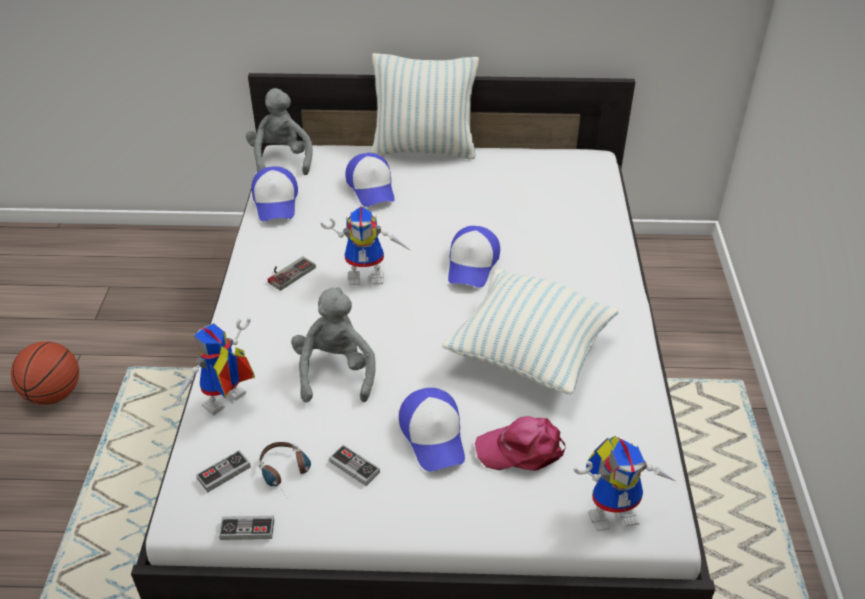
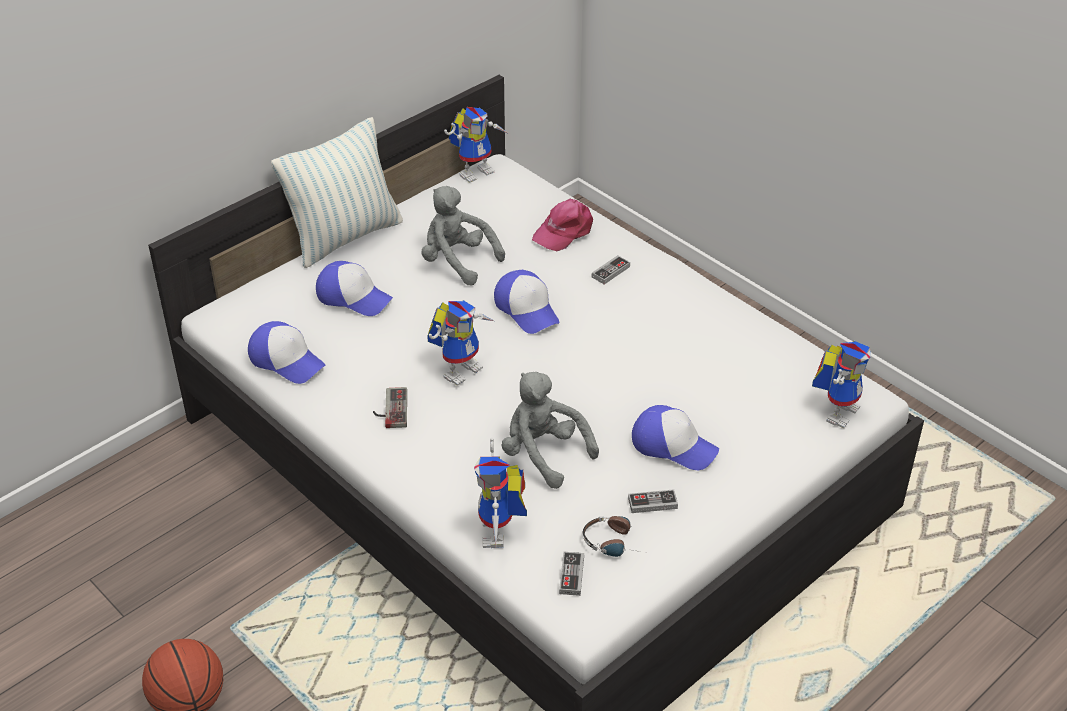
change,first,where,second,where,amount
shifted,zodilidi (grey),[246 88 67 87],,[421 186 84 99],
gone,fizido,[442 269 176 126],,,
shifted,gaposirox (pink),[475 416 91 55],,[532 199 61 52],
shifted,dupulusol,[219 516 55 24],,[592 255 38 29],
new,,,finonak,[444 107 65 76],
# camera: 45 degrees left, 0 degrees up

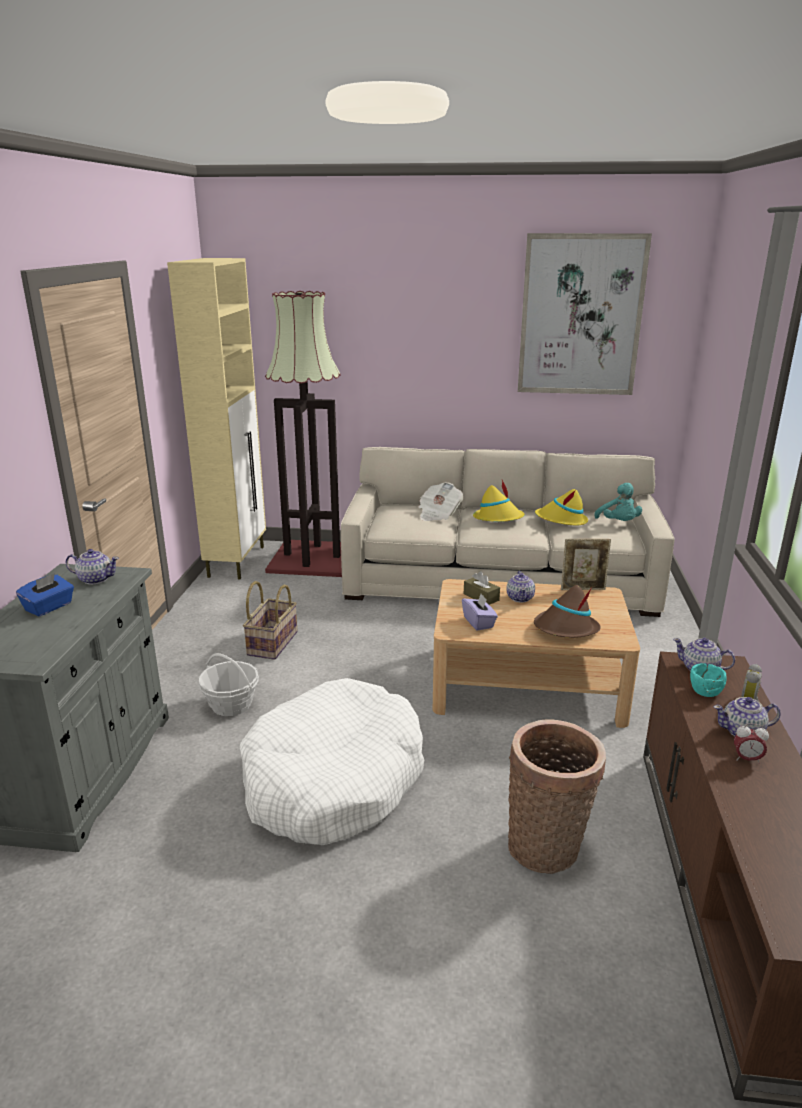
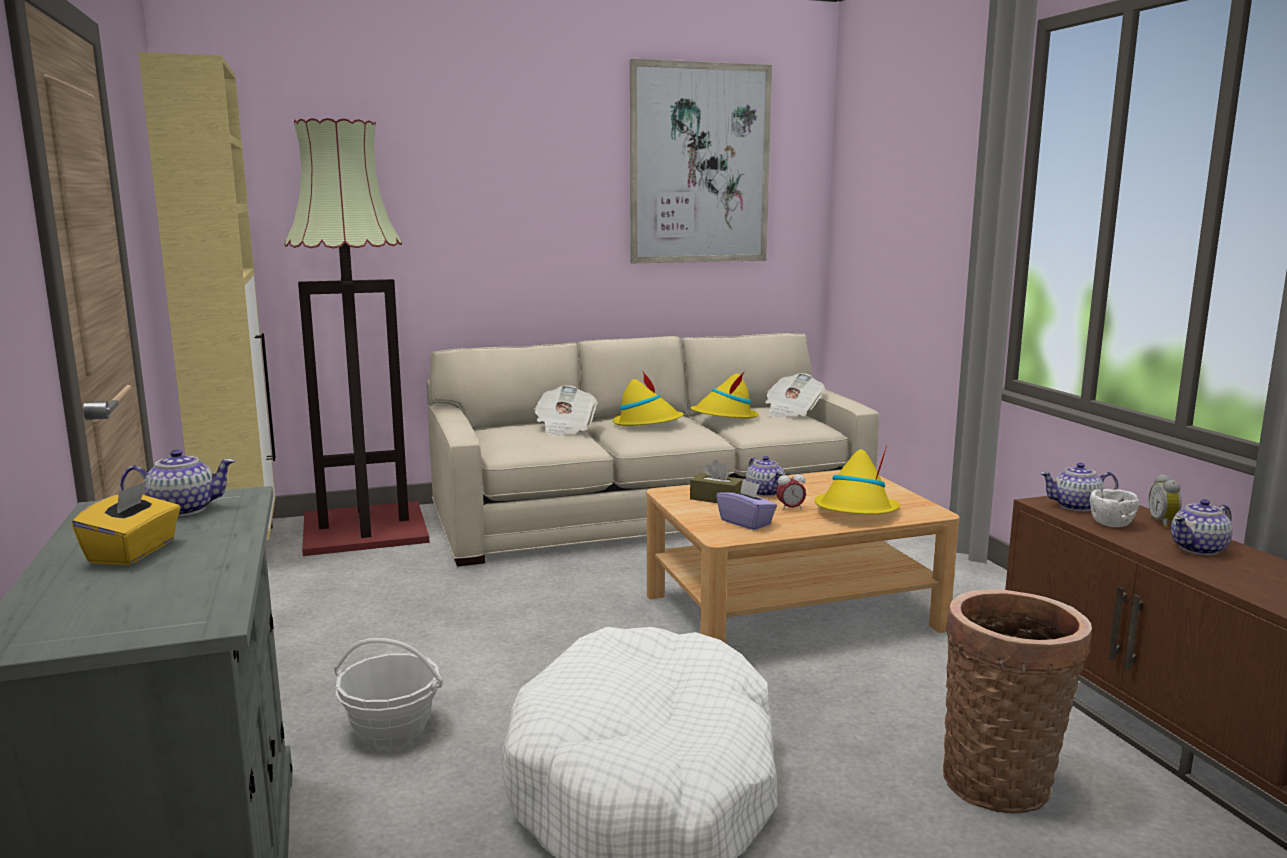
change,first,where,second,where,amount
swapped,zodilidi (turquoise),[594 483 48 38],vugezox,[765 373 60 45],
gone,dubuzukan,[561 539 50 51],,,
repainted,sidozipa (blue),[16 573 58 43],sidozipa (yellow),[72 481 108 84],
gone,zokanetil,[243 581 54 79],,,
repainted,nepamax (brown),[534 585 67 53],nepamax (yellow),[815 445 85 69],
repainted,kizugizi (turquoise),[690 663 37 34],kizugizi (white),[1090 489 49 38],
shifted,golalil,[734 723 35 41],,[776 470 30 41],
# camera: 25 degrees left, 10 degrees down

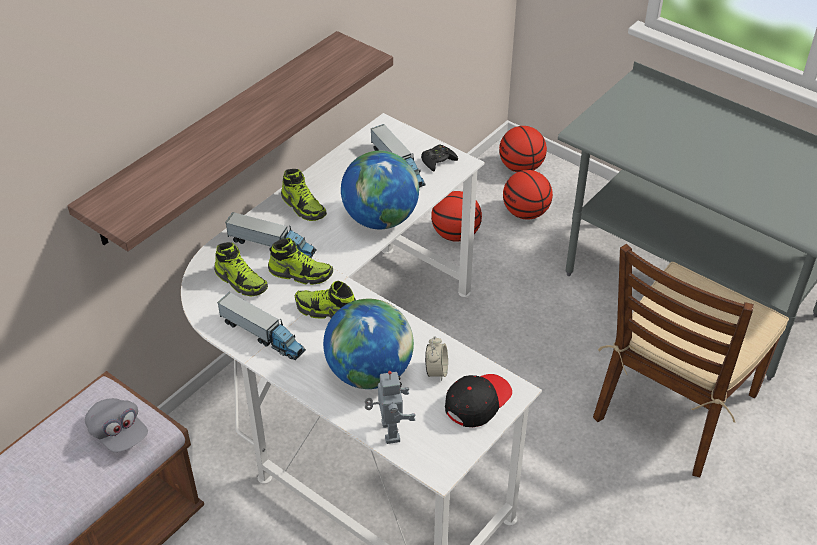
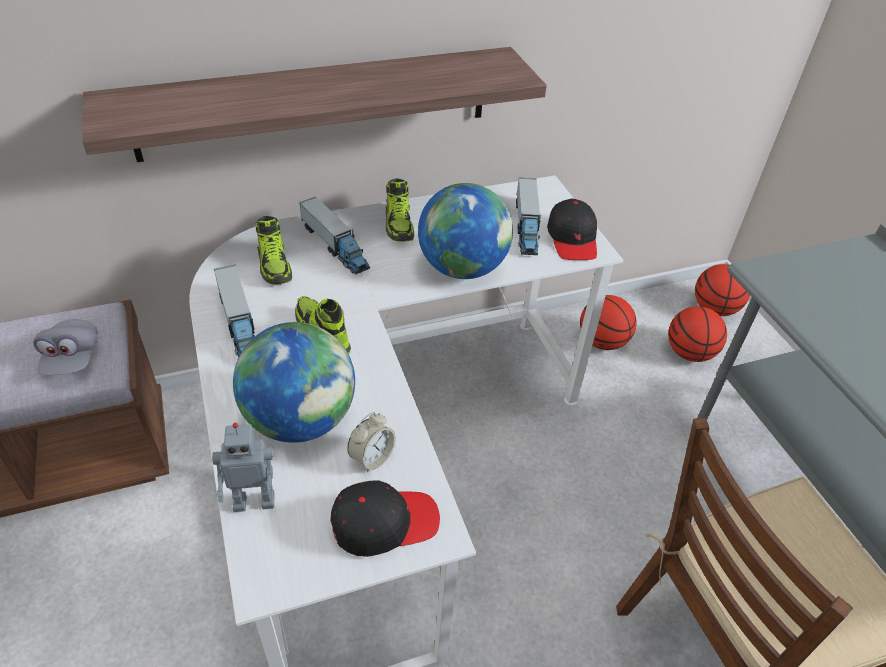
change,first,where,second,where,amount
swapped,dupulusol (black),[421 144 37 28],gaposirox (black),[547 199 50 61],
gone,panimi,[268 238 65 47],,,
rotated,finonak,[364 371 52 73],,[212 423 63 89],60 degrees clockwise
# camera: 30 degrees right, 0 degrees up

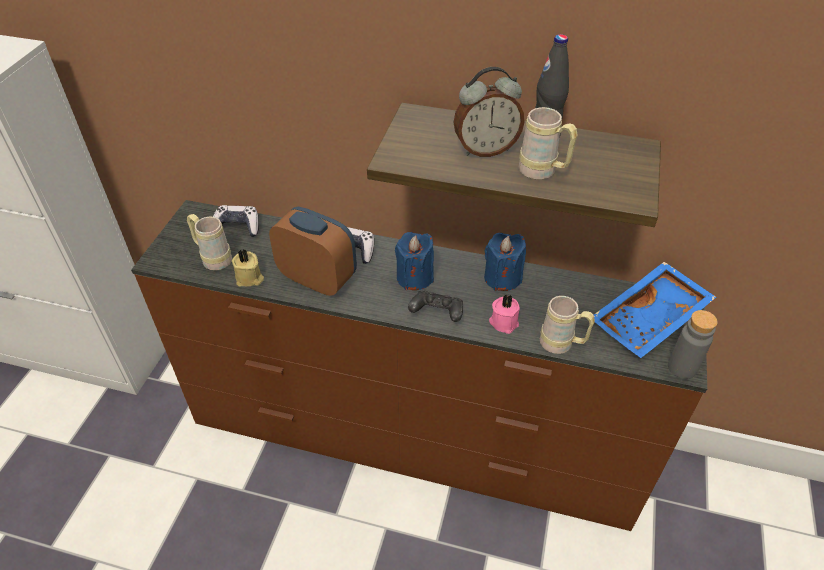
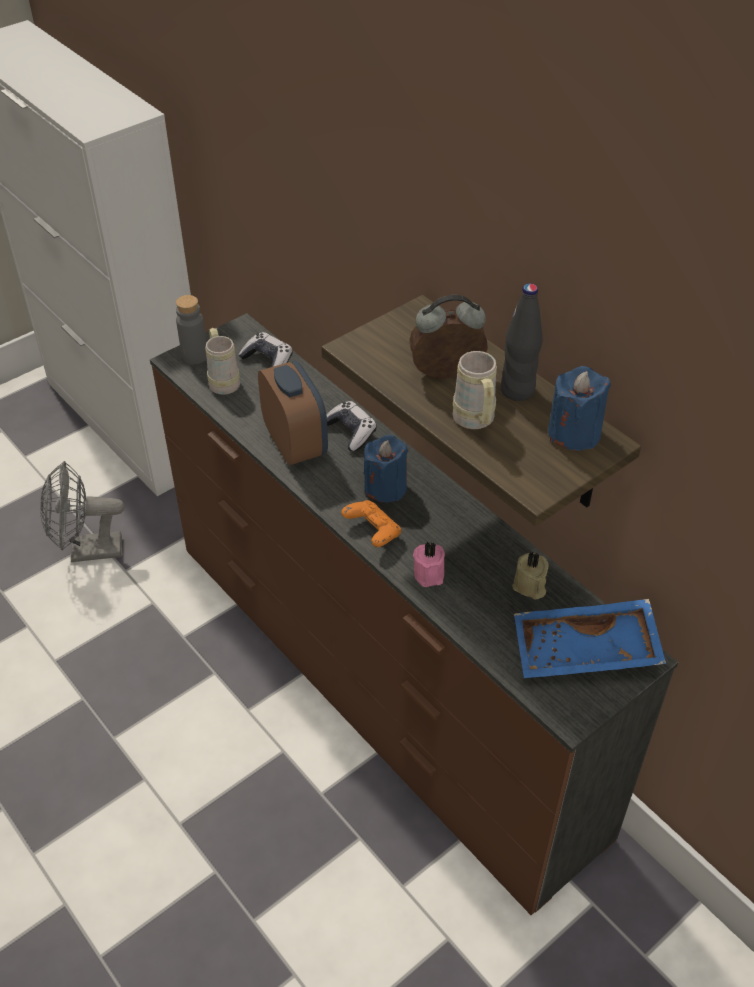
change,first,where,second,where,amount
rotated,golalil,[454 67 71 90],,[409 295 79 83],150 degrees clockwise
shifted,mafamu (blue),[484 233 42 58],,[548 366 63 85],
shifted,mafamu (beige),[232 250 32 37],,[512 551 37 49],
repainted,dupulusol (black),[408 291 55 31],dupulusol (orange),[341 500 60 47],
gone,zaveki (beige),[540 296 55 58],,,
shifted,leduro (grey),[668 310 50 69],,[176 295 31 69],
new,,,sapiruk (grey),[40 461 84 101],
# camera: 35 degrees right, 0 degrees up

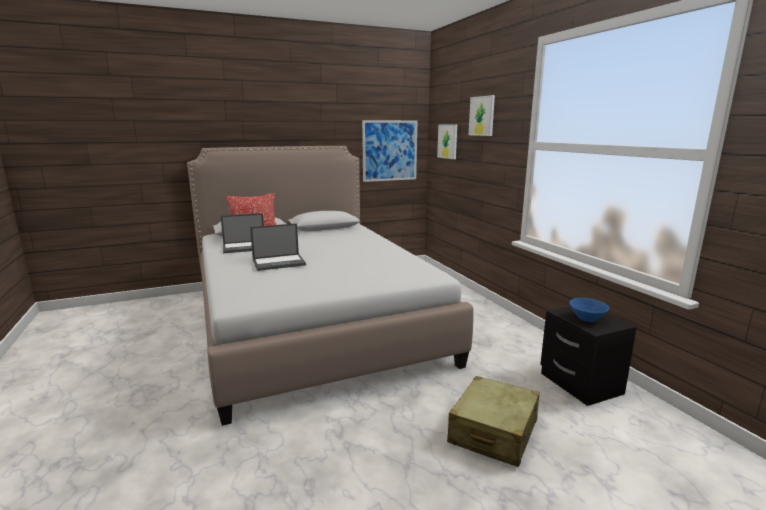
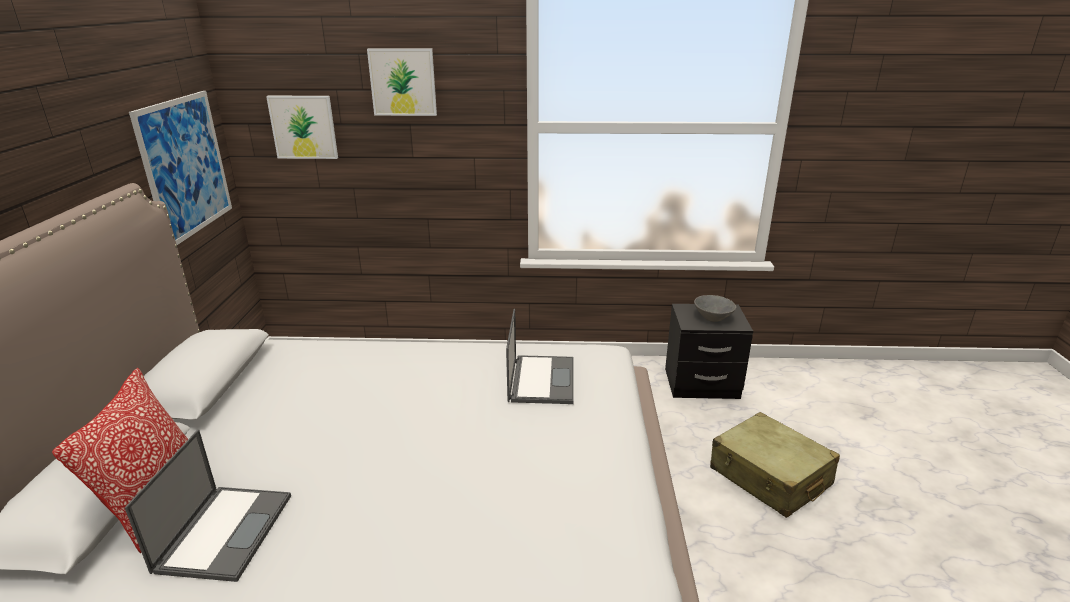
change,first,where,second,where,amount
shifted,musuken,[250 223 56 48],,[506 309 68 95],
repainted,kizugizi (blue),[569 298 40 24],kizugizi (grey),[694 295 42 27],
# camera: 65 degrees left, 10 degrees up

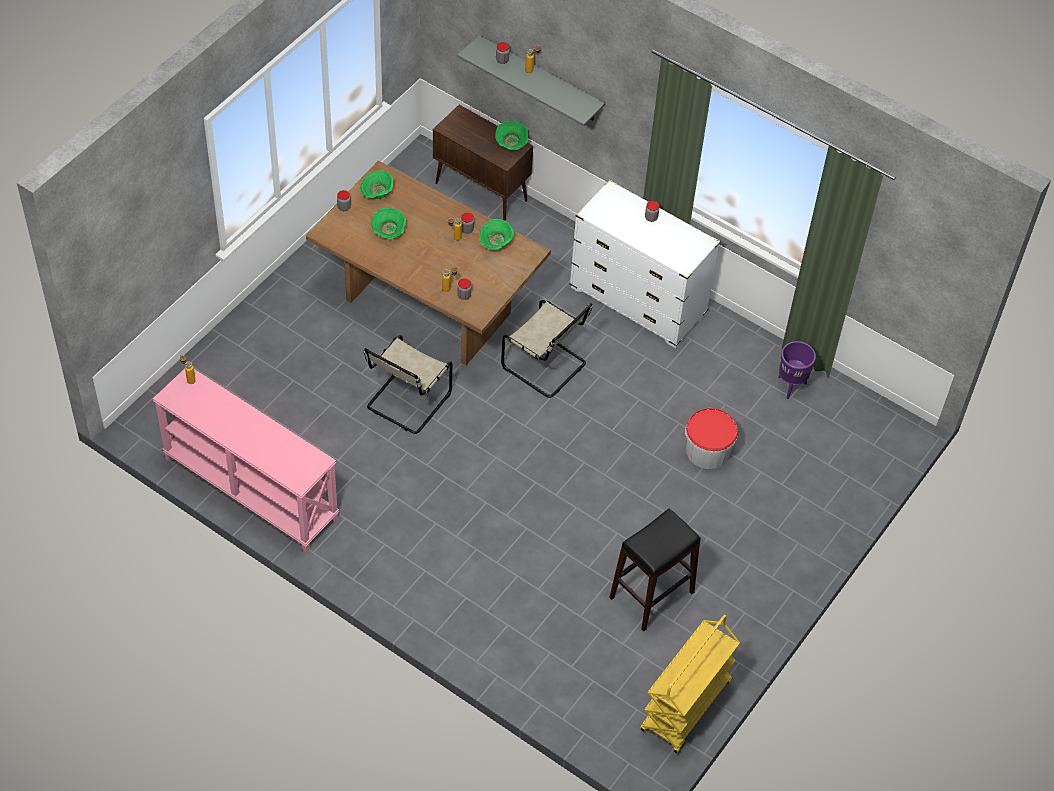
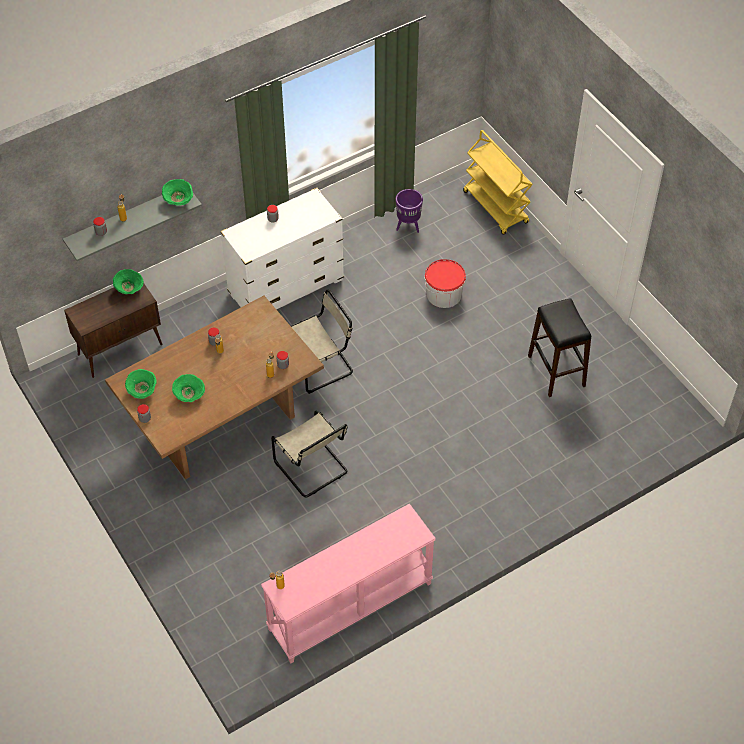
change,first,where,second,where,amount
shifted,kizugizi (green),[479 219 35 31],,[162 179 31 27],
shifted,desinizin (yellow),[640 614 100 139],,[463 130 70 105],
# camera: 65 degrees left, 0 degrees up

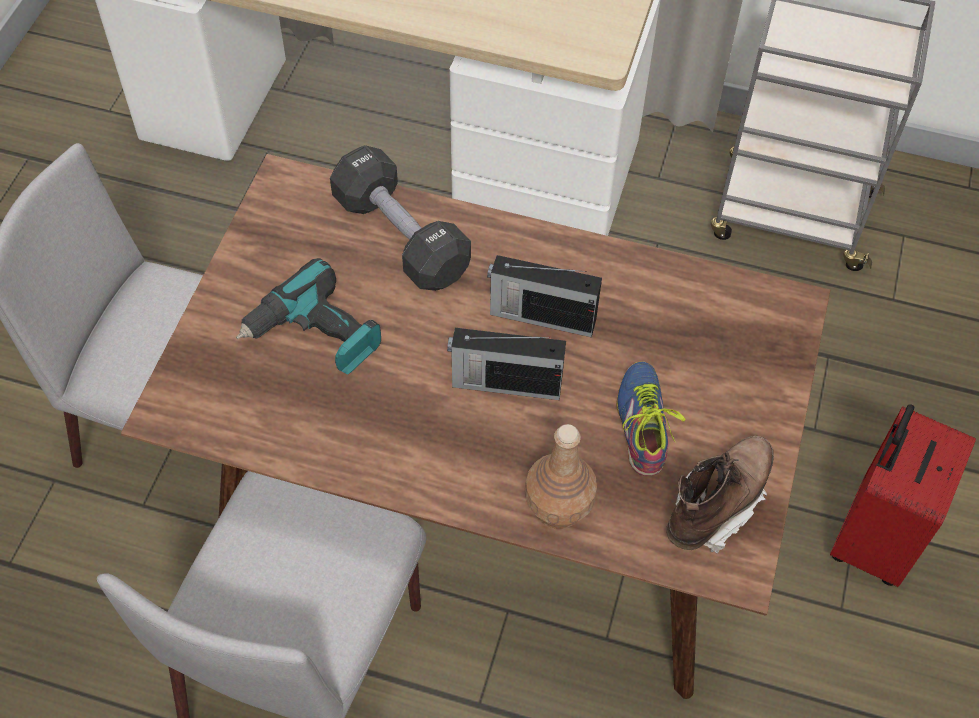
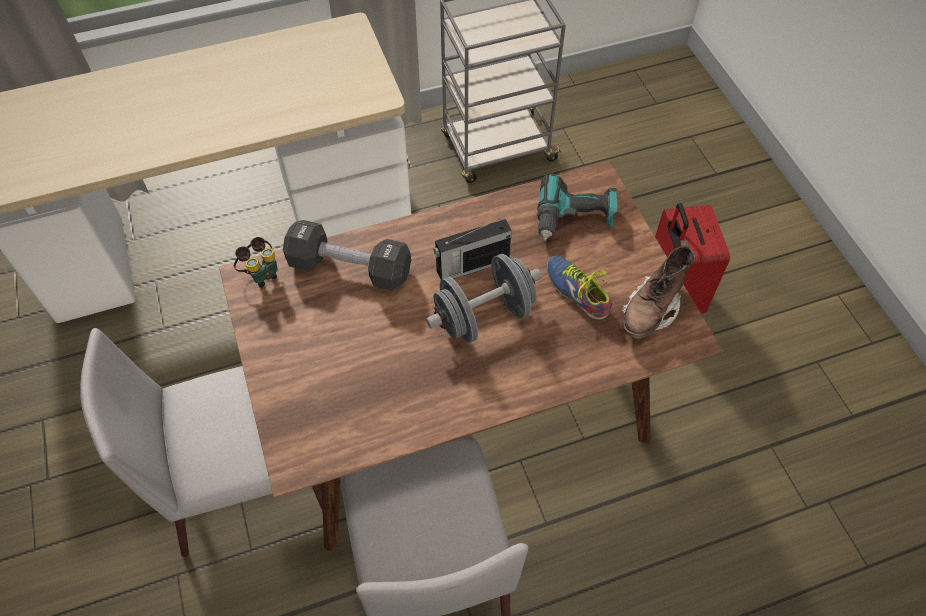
change,first,where,second,where,amount
shifted,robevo,[236 258 145 116],,[537 174 80 67],
swapped,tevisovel,[447 328 119 72],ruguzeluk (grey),[426 254 116 89],
gone,leduro (brown),[525 424 72 105],,,
rotated,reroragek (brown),[666 436 108 118],,[622 240 74 99],150 degrees counterclockwise
new,,,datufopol,[234 237 44 51],
# camera: 35 degrees left, 0 degrees up

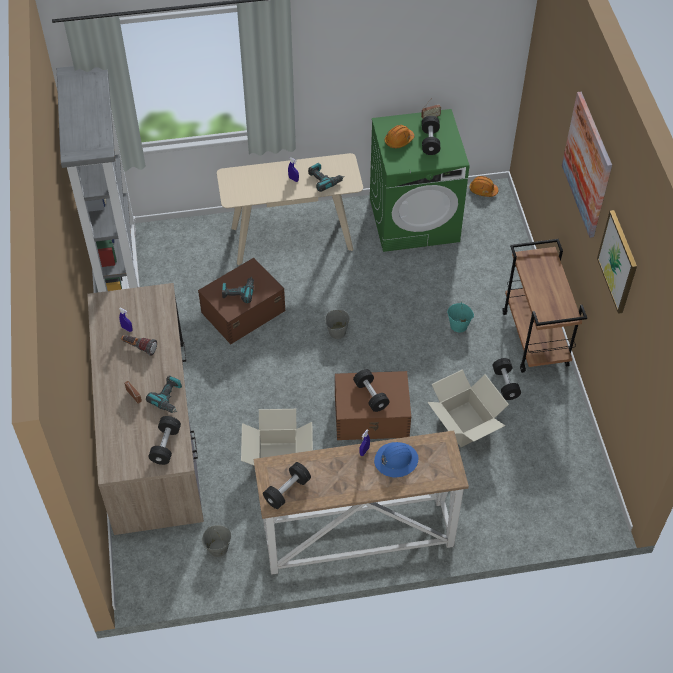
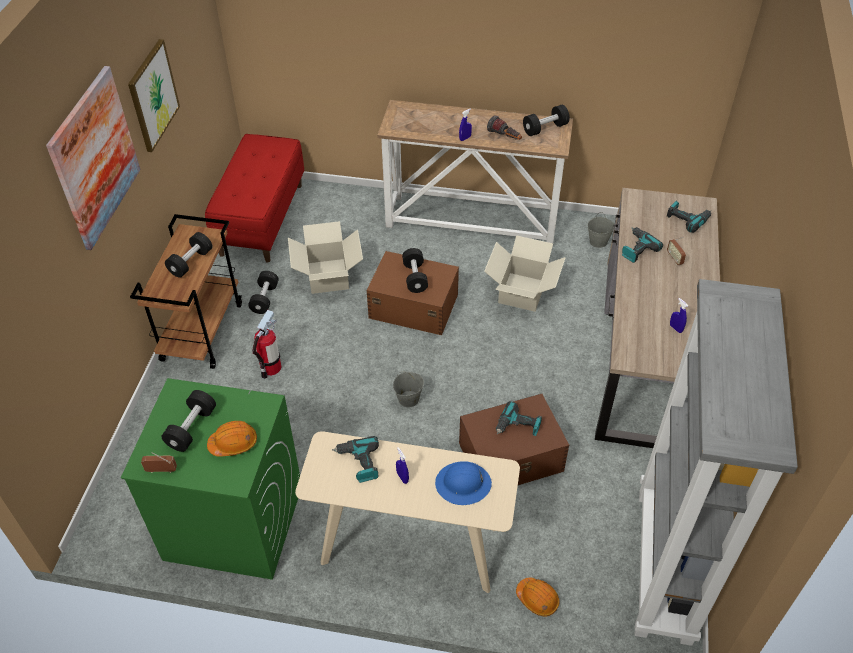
change,first,where,second,where,amount
shifted,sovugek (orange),[469 176 29 21],,[516 578 43 39],
swapped,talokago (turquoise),[447 301 27 32],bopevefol,[252 310 29 69],
shifted,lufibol,[121 335 36 21],,[487 115 35 25],
shifted,ruguzeluk (black),[148 416 33 49],,[165 232 48 46],
shifted,sovugek (blue),[374 442 44 36],,[435 461 57 44],
new,,,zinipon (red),[205 134 99 129],
new,,,robevo,[667 201 44 32],
# camera: 160 degrees left, 5 degrees down

